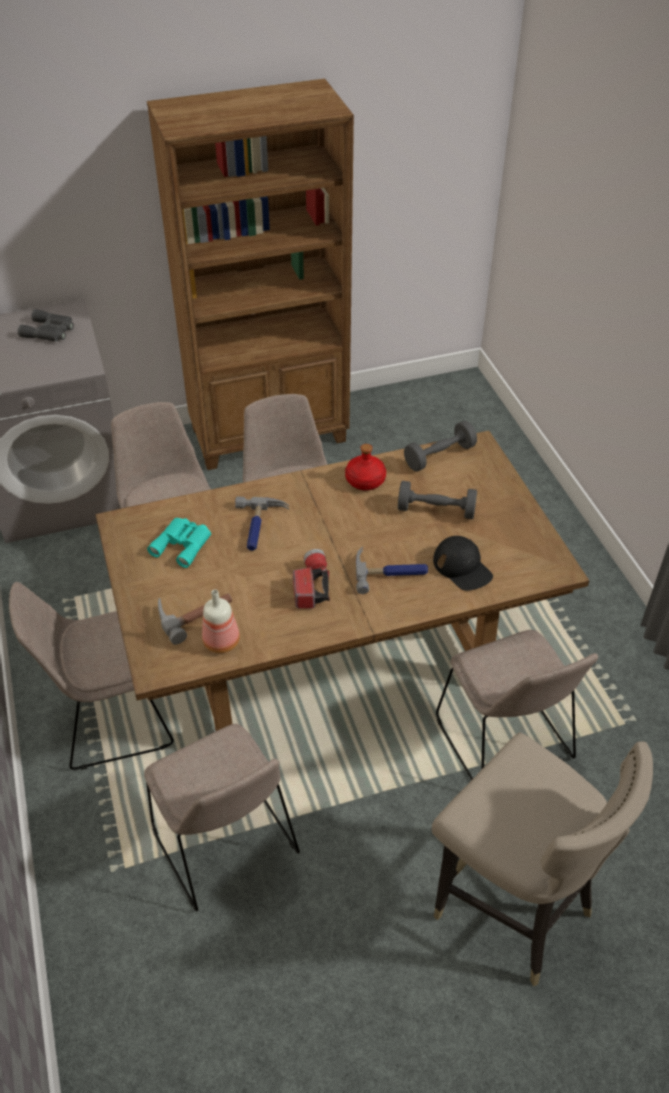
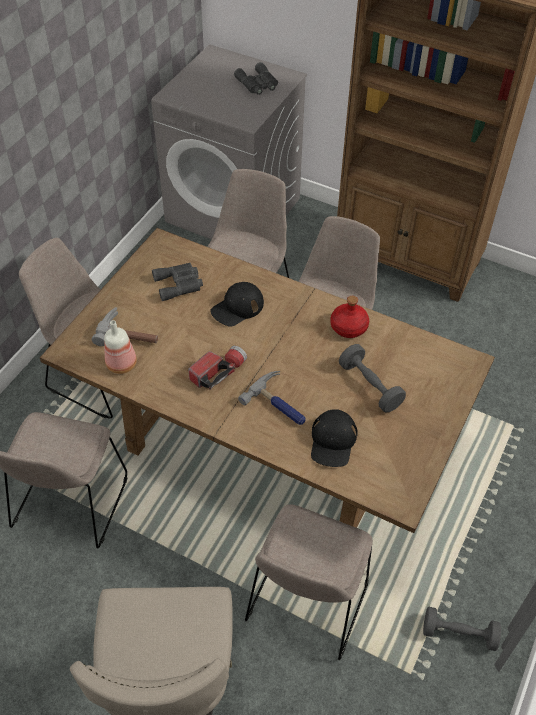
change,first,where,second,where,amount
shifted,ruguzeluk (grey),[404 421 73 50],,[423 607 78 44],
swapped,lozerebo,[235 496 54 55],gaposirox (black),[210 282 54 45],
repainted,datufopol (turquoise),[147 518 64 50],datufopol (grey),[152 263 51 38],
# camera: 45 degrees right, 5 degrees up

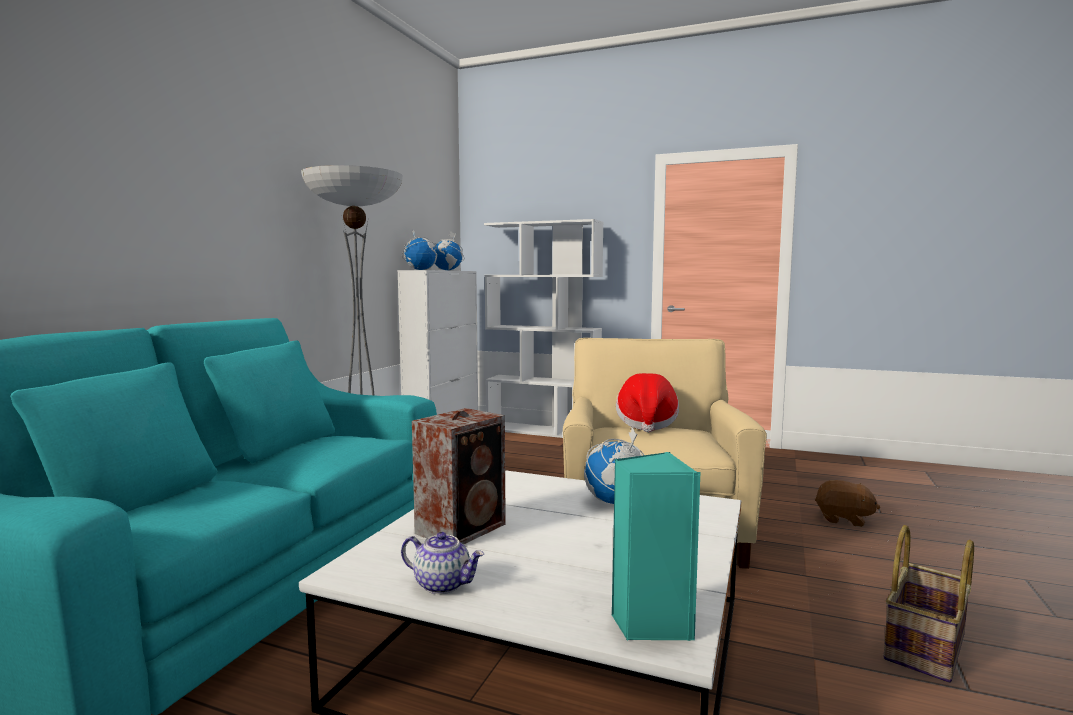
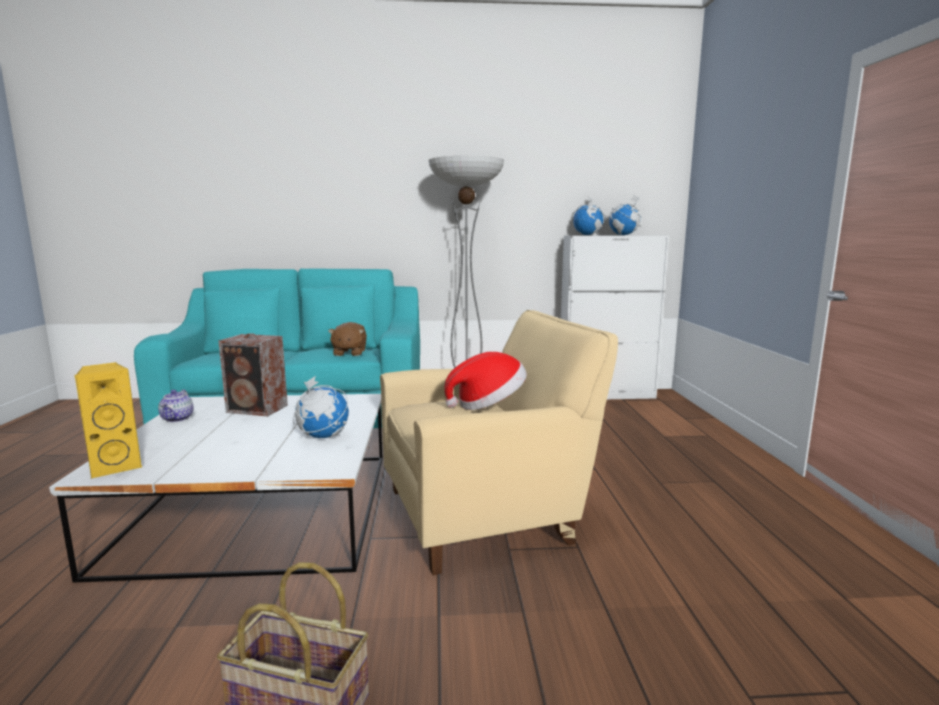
change,first,where,second,where,amount
gone,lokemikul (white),[484 219 120 219],,,
repainted,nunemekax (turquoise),[611 452 89 189],nunemekax (yellow),[75 362 68 117],
shifted,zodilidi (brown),[815 480 65 47],,[328 322 39 34],
# camera: 65 degrees right, 5 degrees up

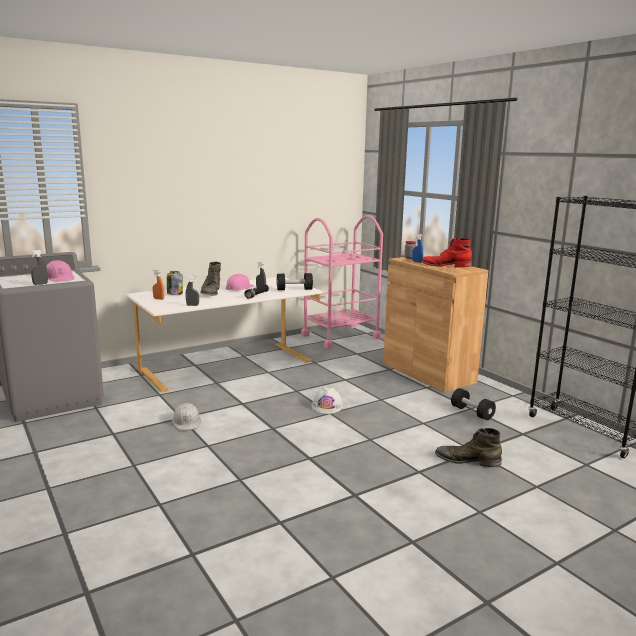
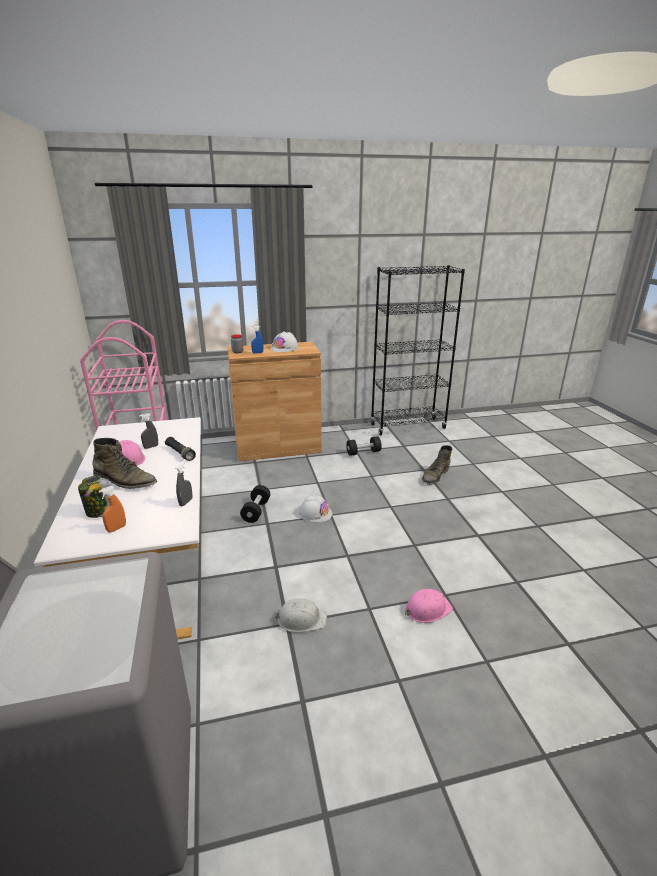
change,first,where,second,where,amount
swapped,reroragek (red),[421 238 51 30],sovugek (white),[271 331 28 21],
gone,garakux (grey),[31 250 17 35],,,
shifted,sovugek (pink),[46 260 28 22],,[405 589 48 34],
shifted,ruguzeluk (black),[276 273 37 17],,[240 485 30 38],
# camera: 70 degrees left, 10 degrees up

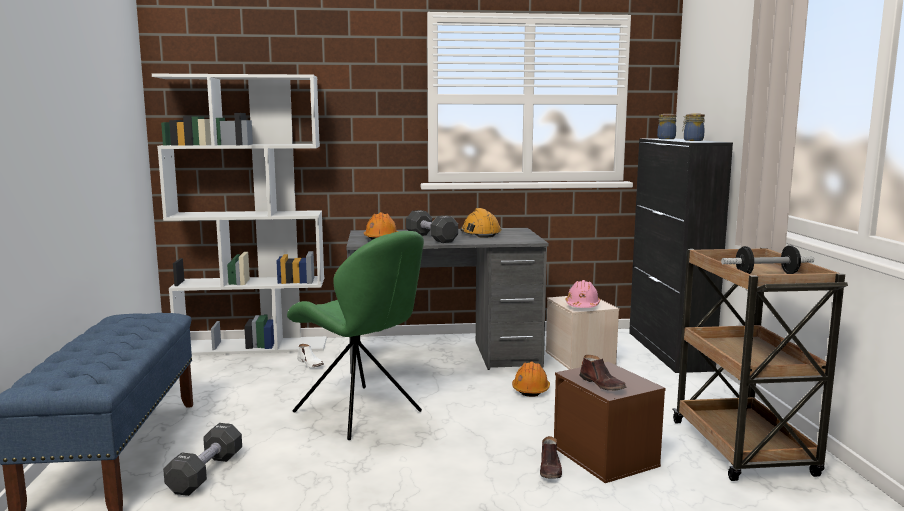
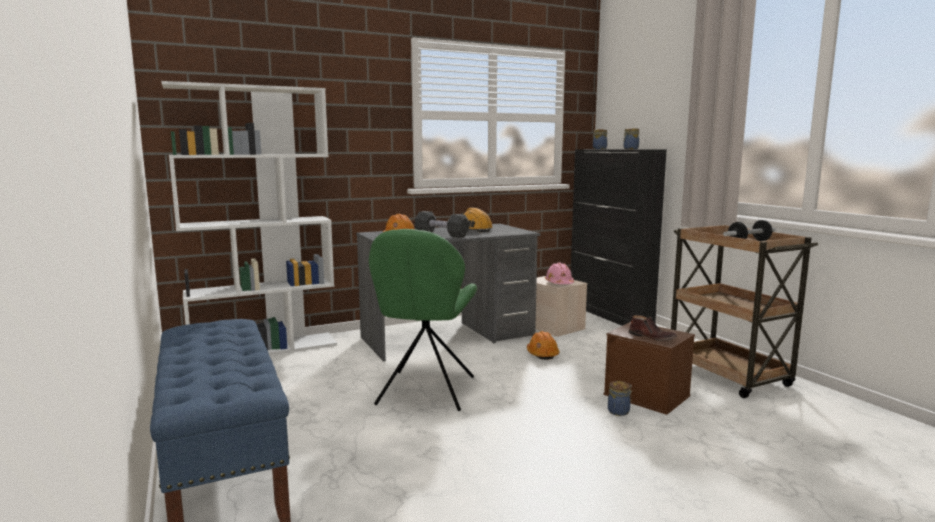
change,first,where,second,where,amount
rotated,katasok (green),[287 231 137 209],,[369 229 108 182],75 degrees clockwise
gone,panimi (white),[297 344 27 23],,,
gone,ruguzeluk (black),[163 423 79 73],,,
swapped,panimi (brown),[540 436 22 43],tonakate,[608 381 24 35],
# camera: 20 degrees left, 0 degrees up

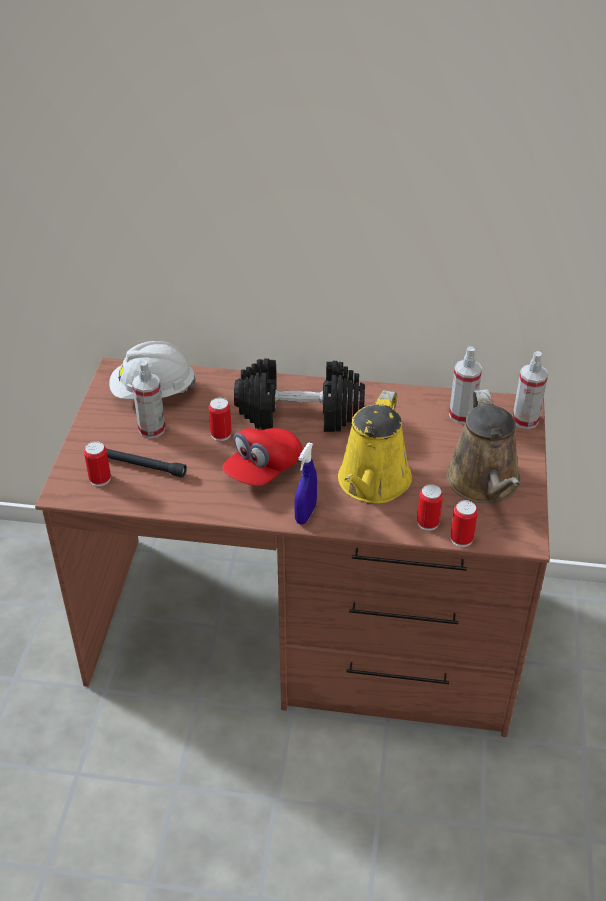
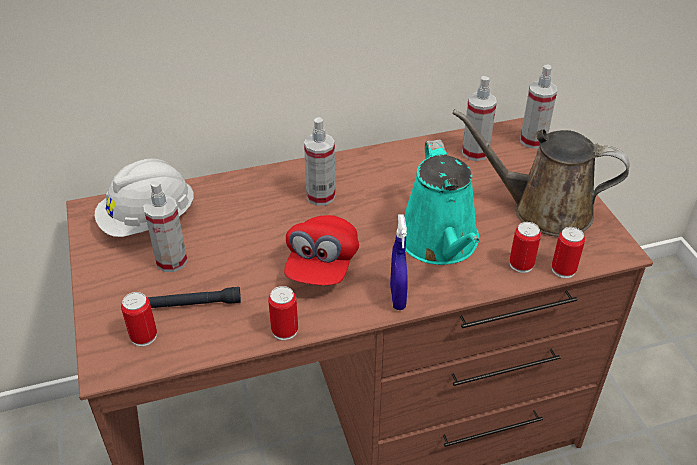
change,first,where,second,where,amount
swapped,ruguzeluk (black),[234 358 131 74],garakux,[304 117 31 89],
rotated,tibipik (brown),[446 389 74 114],,[452 109 178 128],135 degrees clockwise
repainted,tibipik (yellow),[338 390 74 113],tibipik (turquoise),[404 140 76 125],
shifted,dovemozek,[209 398 23 43],,[268 286 30 54],
# camera: 25 degrees left, 0 degrees up

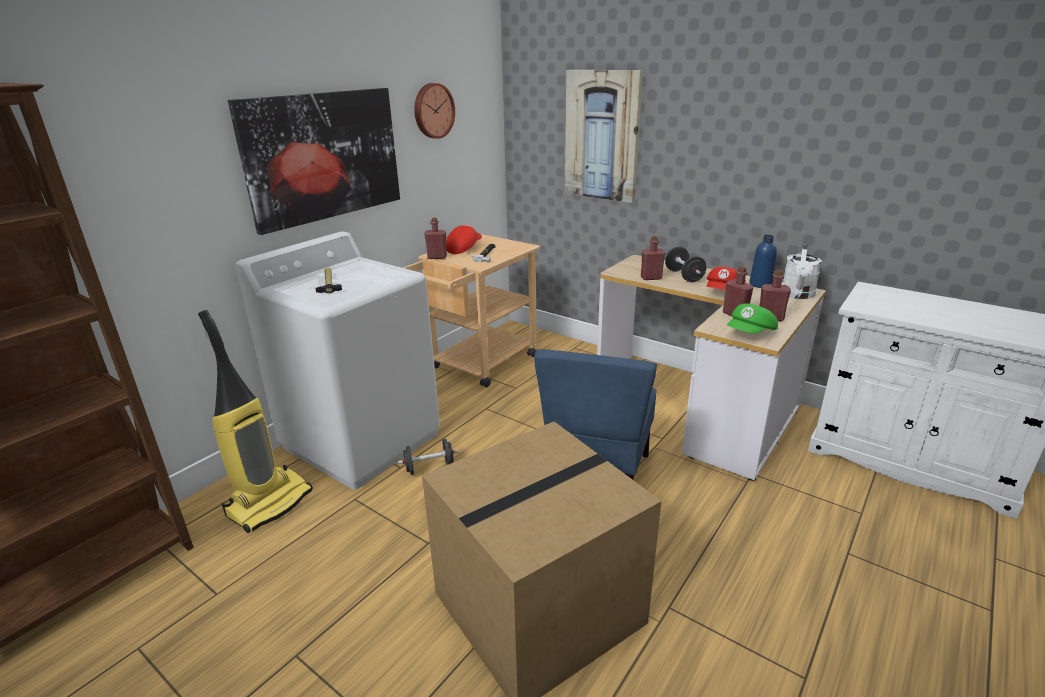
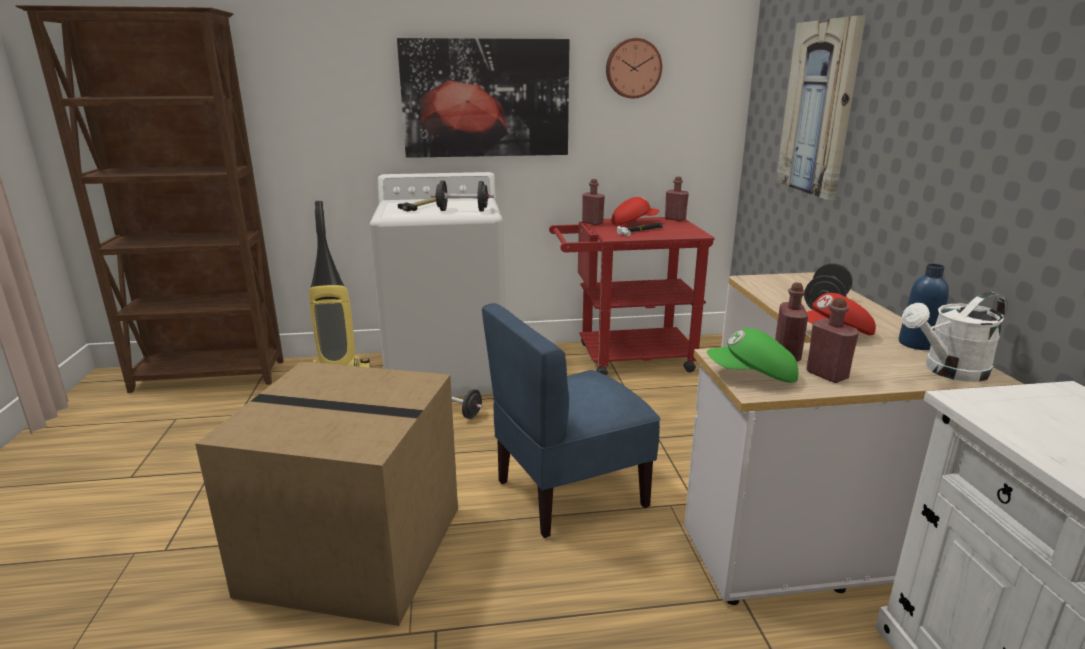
change,first,where,second,where,amount
repainted,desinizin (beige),[403 234 137 153],desinizin (red),[549 217 165 159],
shifted,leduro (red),[641 236 24 44],,[665 176 24 45],
new,,,ruguzeluk (black),[431 181 63 30],
# camera: 45 degrees right, 5 degrees down

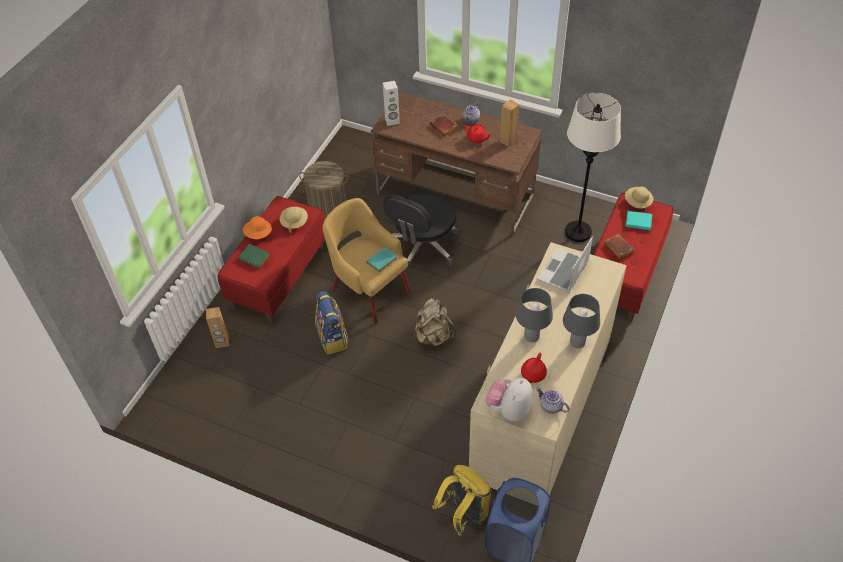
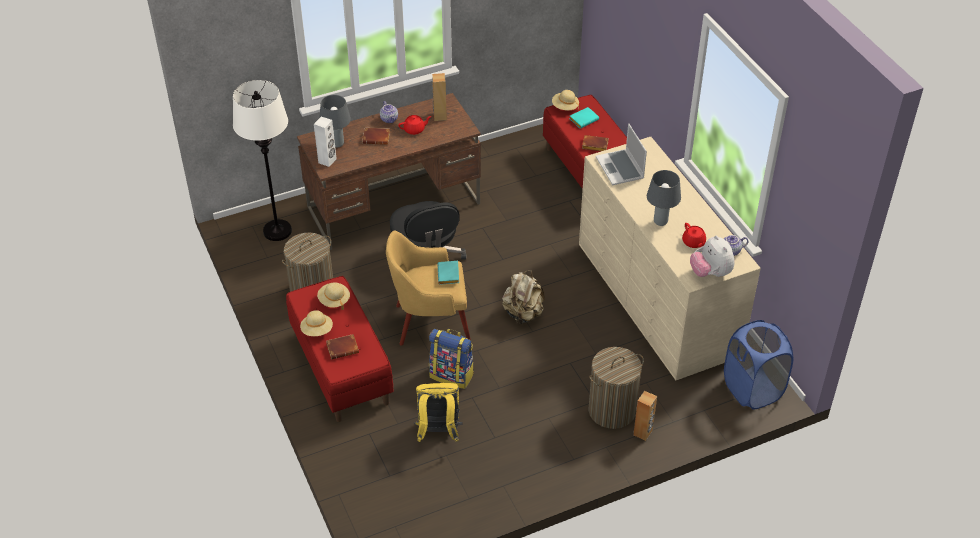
change,first,where,second,where,amount
shifted,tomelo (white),[565 93 56 149],,[233 80 59 161],
repainted,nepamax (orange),[243 216 29 23],nepamax (beige),[300 310 33 26],
repainted,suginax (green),[238 244 32 24],suginax (brown),[326 334 33 26],
shifted,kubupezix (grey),[563 294 37 54],,[319 95 32 52],
shifted,nunemekax (brown),[206 307 23 41],,[633 391 24 50],
shifted,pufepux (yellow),[432 465 59 71],,[414 383 48 59],
new,,,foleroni,[588 347 56 82],
# camera: 50 degrees left, 5 degrees down

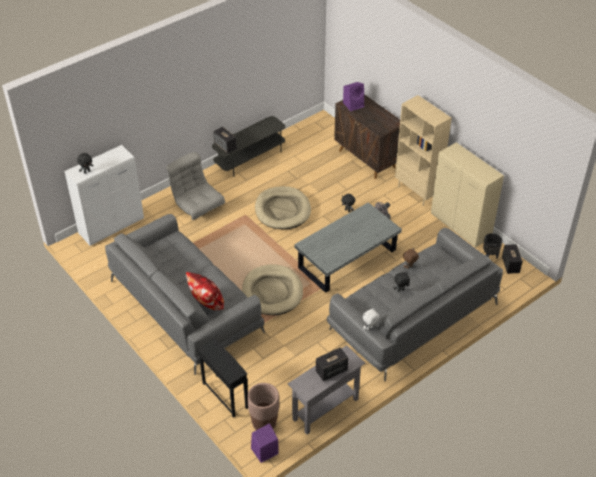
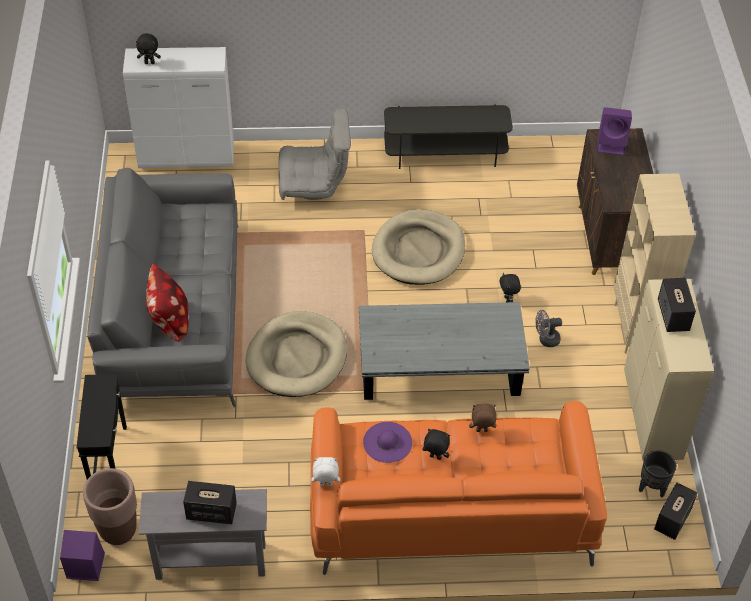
change,first,where,second,where,amount
shifted,nunemekax,[213 127 24 27],,[658 278 38 54],
rotated,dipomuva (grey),[166 152 59 68],,[279 108 72 92],90 degrees clockwise
repainted,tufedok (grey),[327 228 176 153],tufedok (orange),[310 401 297 174],
new,,,nepamax (purple),[363 422 49 41],
# camera: 35 degrees right, 5 degrees up

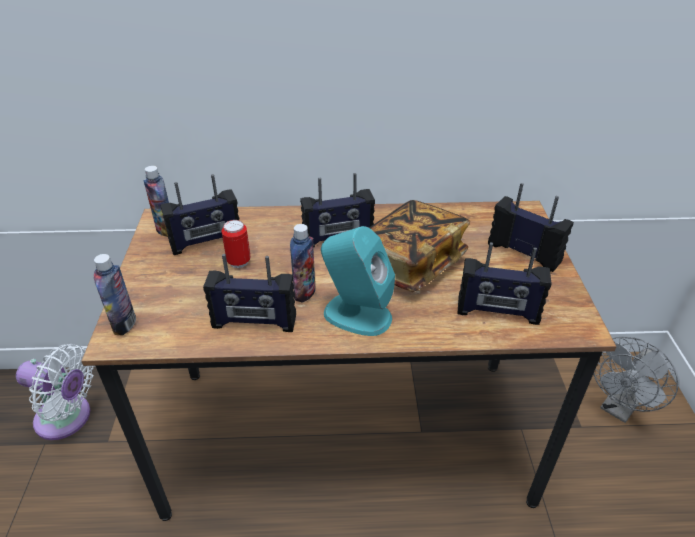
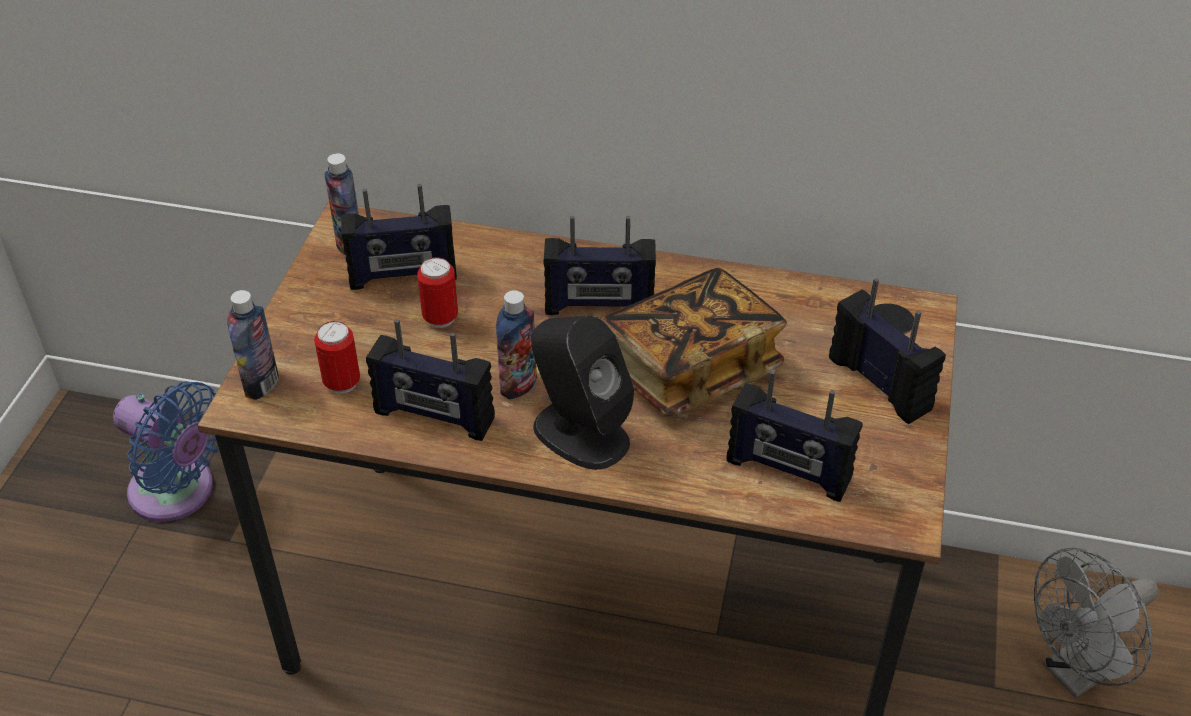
change,first,where,second,where,amount
repainted,nunemekax (turquoise),[321 226 74 110],nunemekax (black),[531 316 103 154],
repainted,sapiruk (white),[16 344 78 96],sapiruk (blue),[113 381 105 141],
new,,,dovemozek,[314 321 46 73],
# camera: 15 degrees right, 5 degrees up

